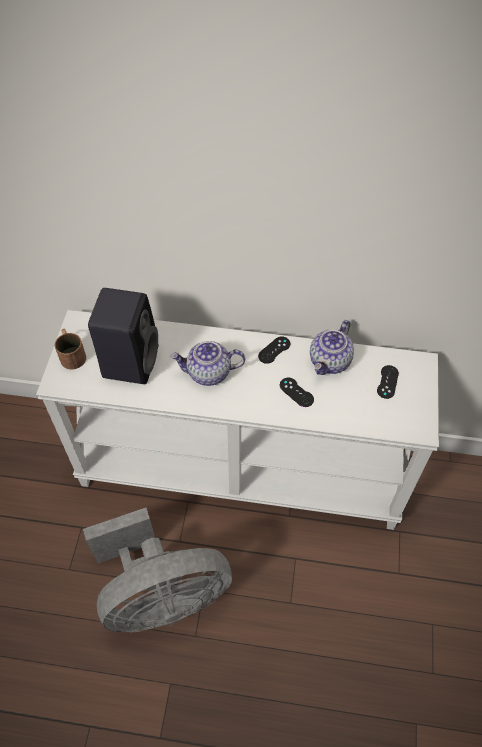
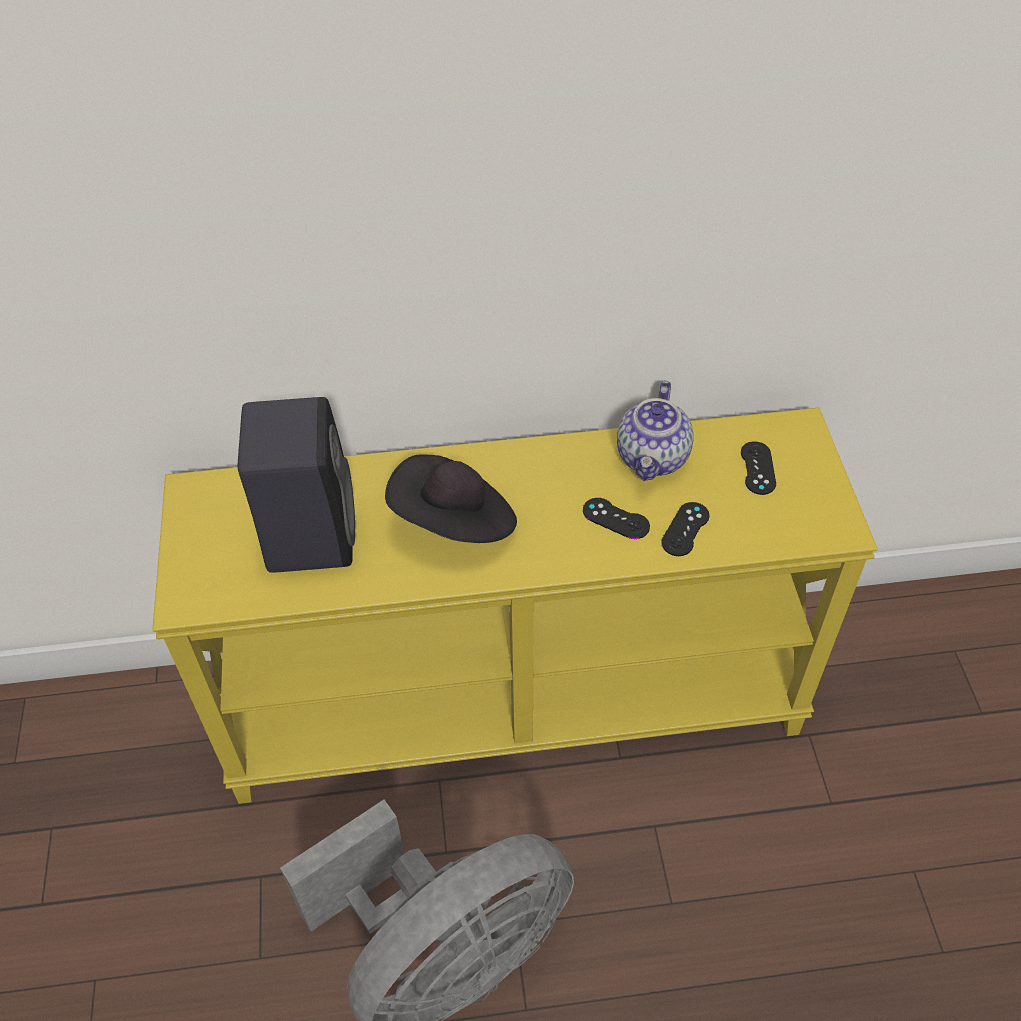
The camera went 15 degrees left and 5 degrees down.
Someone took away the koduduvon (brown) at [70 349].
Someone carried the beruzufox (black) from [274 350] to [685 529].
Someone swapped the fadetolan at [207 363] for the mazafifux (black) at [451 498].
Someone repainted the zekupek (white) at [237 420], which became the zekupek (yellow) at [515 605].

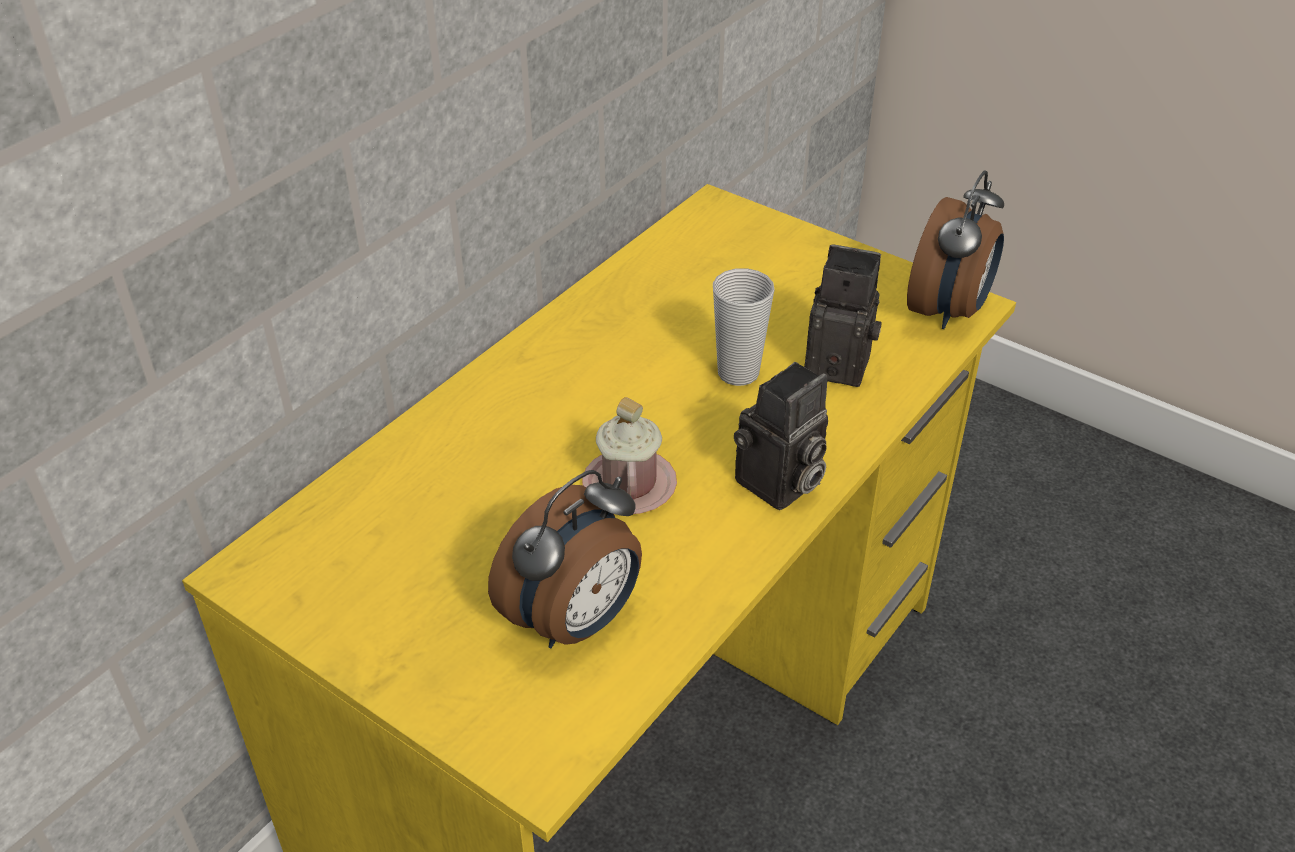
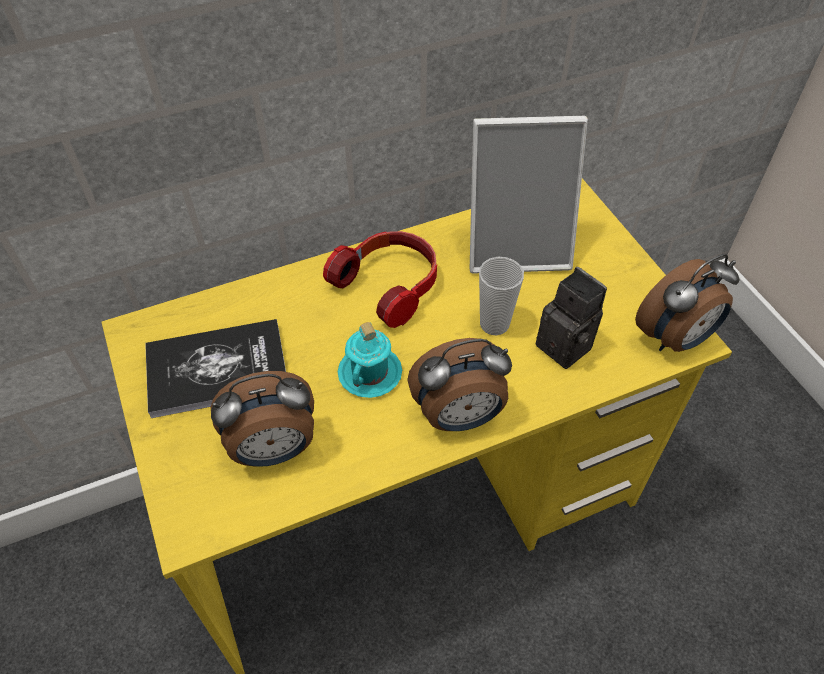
The camera went 30 degrees right and 10 degrees up.
Someone put down the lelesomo at [215 368].
Someone put down the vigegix at [380 279].
Someone put down the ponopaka at [529 195].
Someone swapped the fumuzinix at [781 436] for the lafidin at [459 384].
Someone repainted the koduduvon (pink) at [629 455], which became the koduduvon (turquoise) at [370 360].

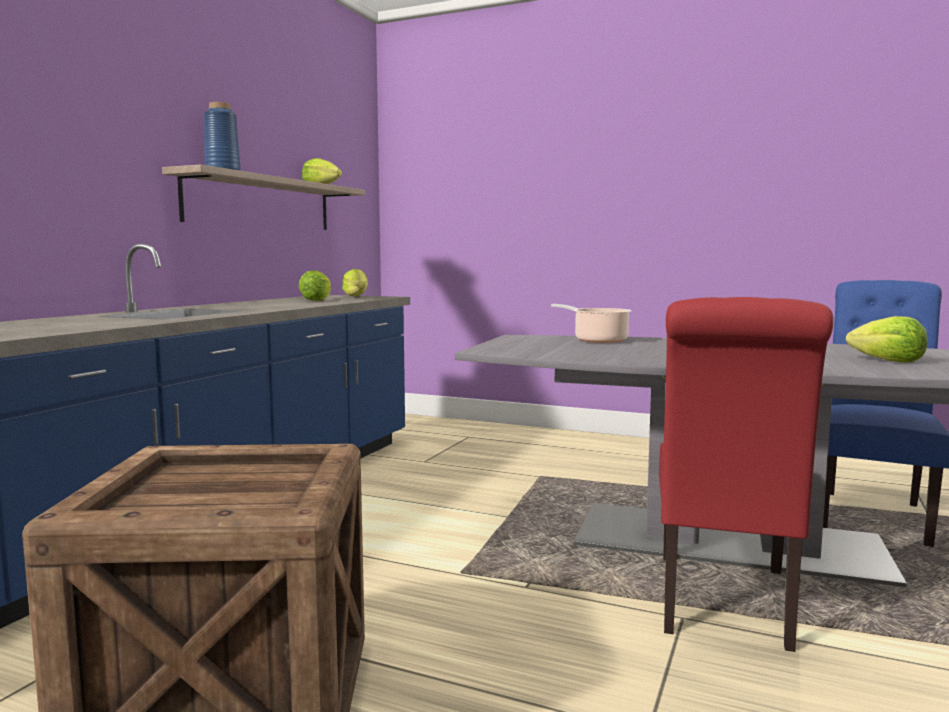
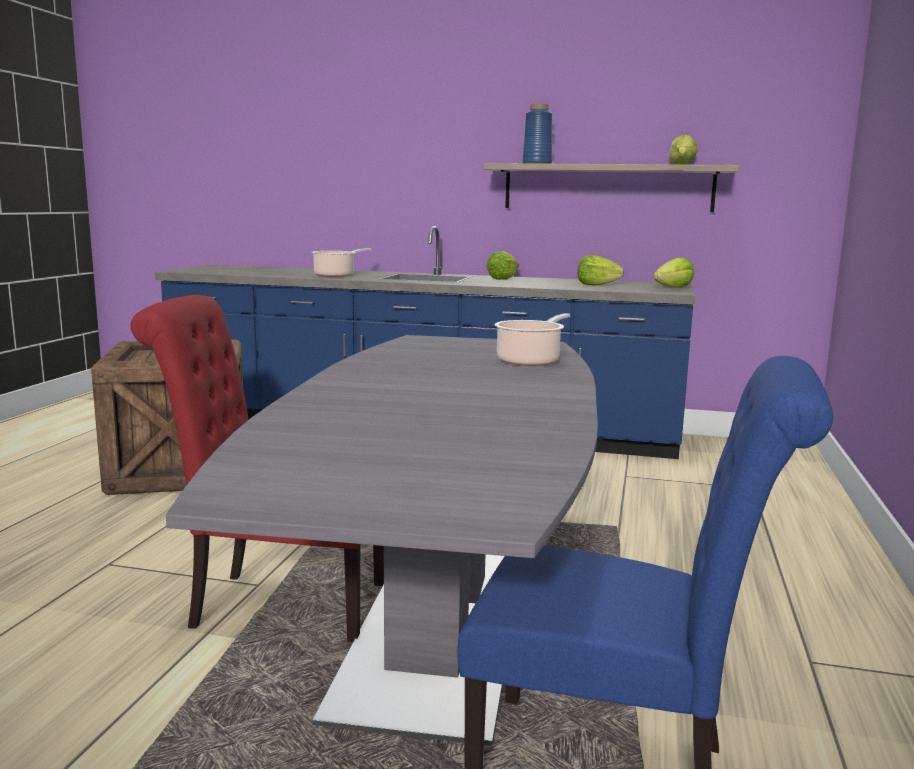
The camera went 80 degrees right and 5 degrees up.
Someone put down the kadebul at [341 262].
Someone carried the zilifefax from [886 339] to [502 265].

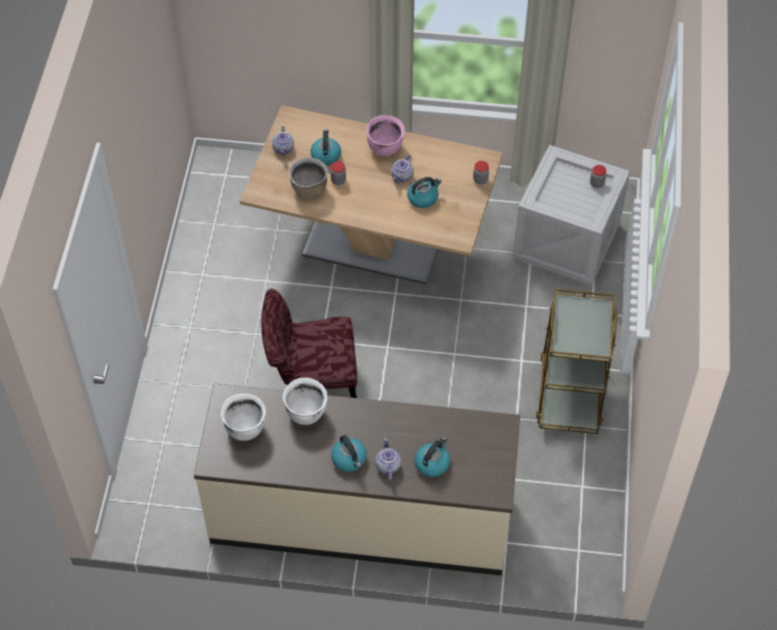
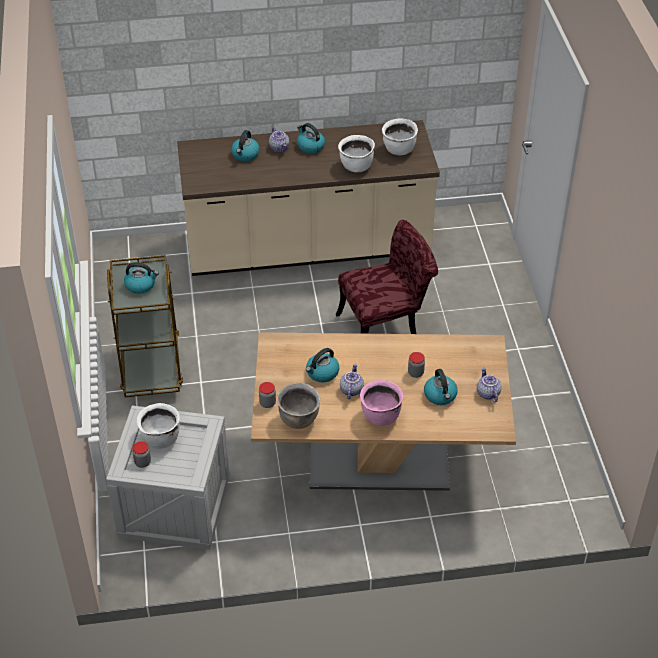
The camera went 165 degrees right and 10 degrees down.
Someone put down the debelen at [141 278].
Someone put down the kadebul (white) at [158 426].
Someone carried the kadebul (brown) from [308 178] to [299 406].

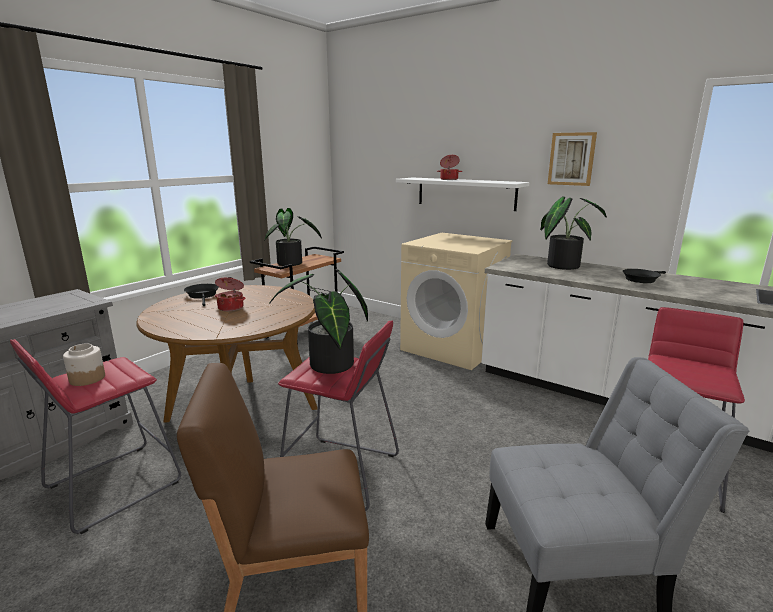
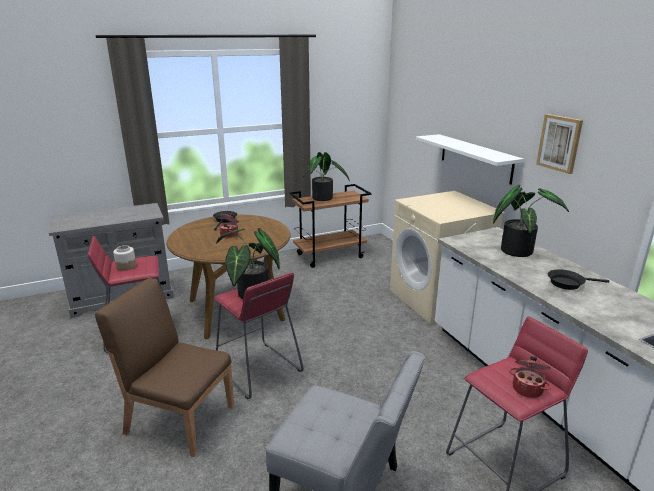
The camera went 30 degrees right and 5 degrees up.
Someone carried the kadebul from [449 167] to [530 377].

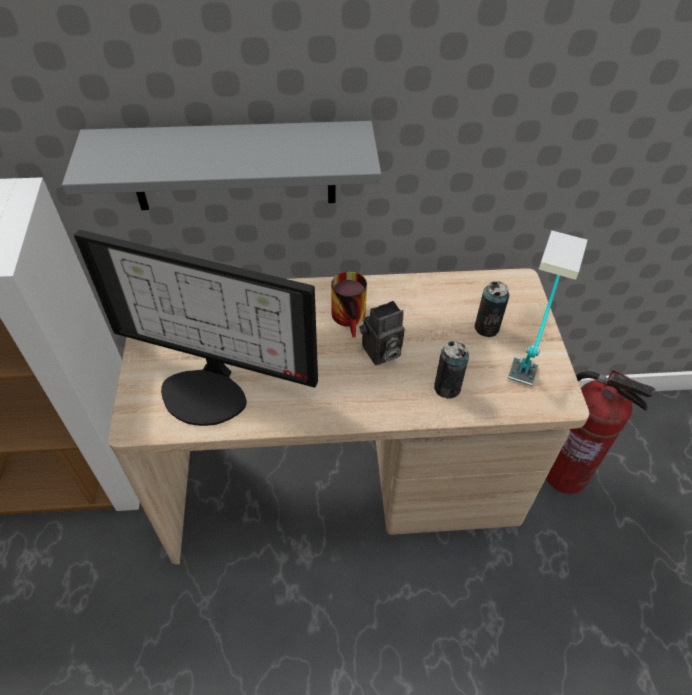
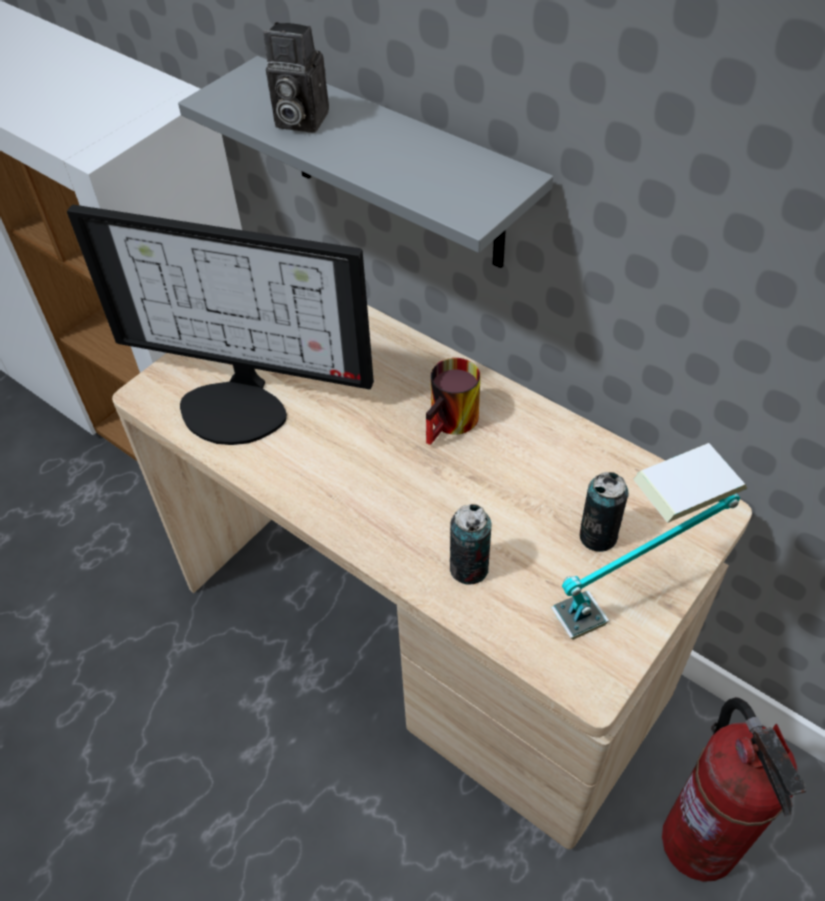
The camera went 45 degrees right and 0 degrees up.
Someone carried the fumuzinix from [382 333] to [296 77].
Someone rotated the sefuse at [196 328] by 45 degrees counterclockwise.

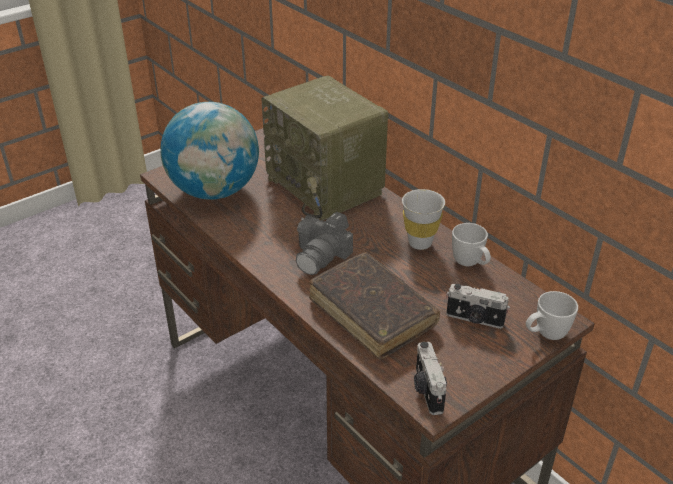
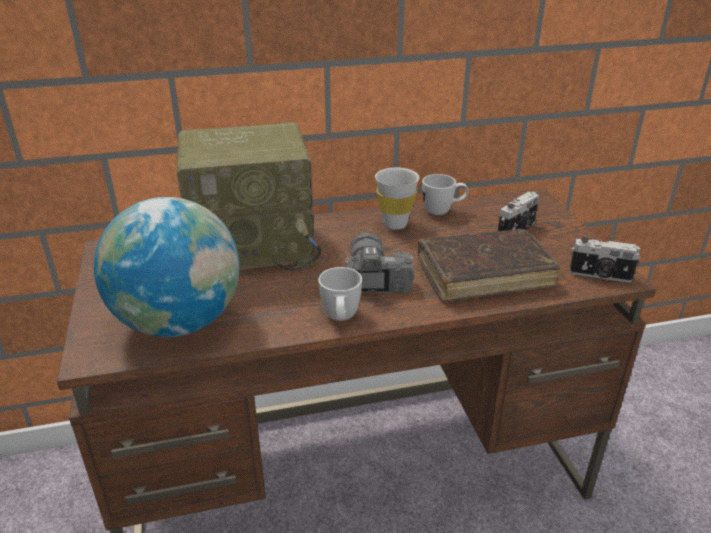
The camera went 65 degrees left and 5 degrees down.
Someone carried the koduduvon (white) from [552 315] to [340 294].
Someone rotated the fumuzinix at [324 243] by 150 degrees counterclockwise.

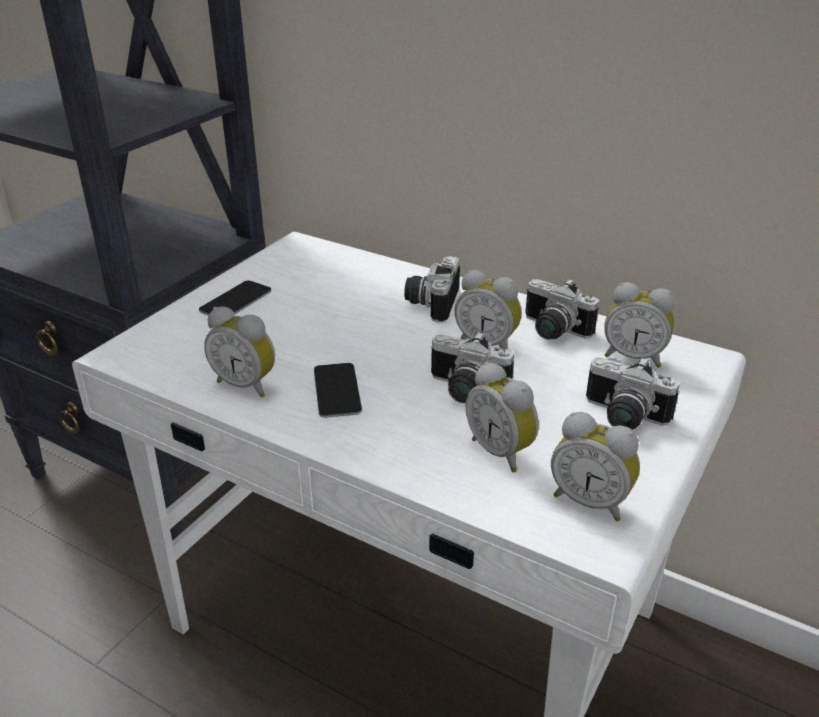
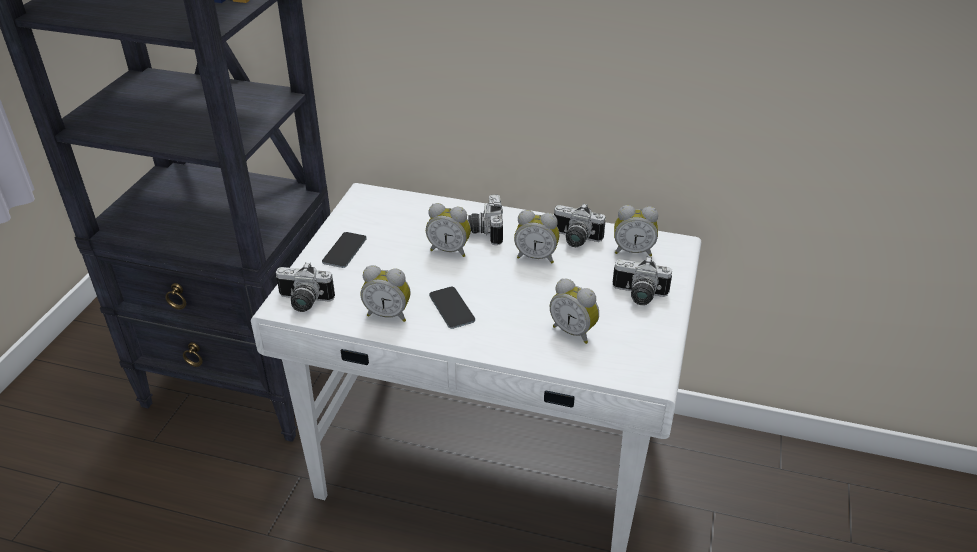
The camera went 15 degrees left and 5 degrees up.
Someone carried the fumuzinix from [472 367] to [305 287].
Someone carried the lafidin from [595 466] to [448 230].

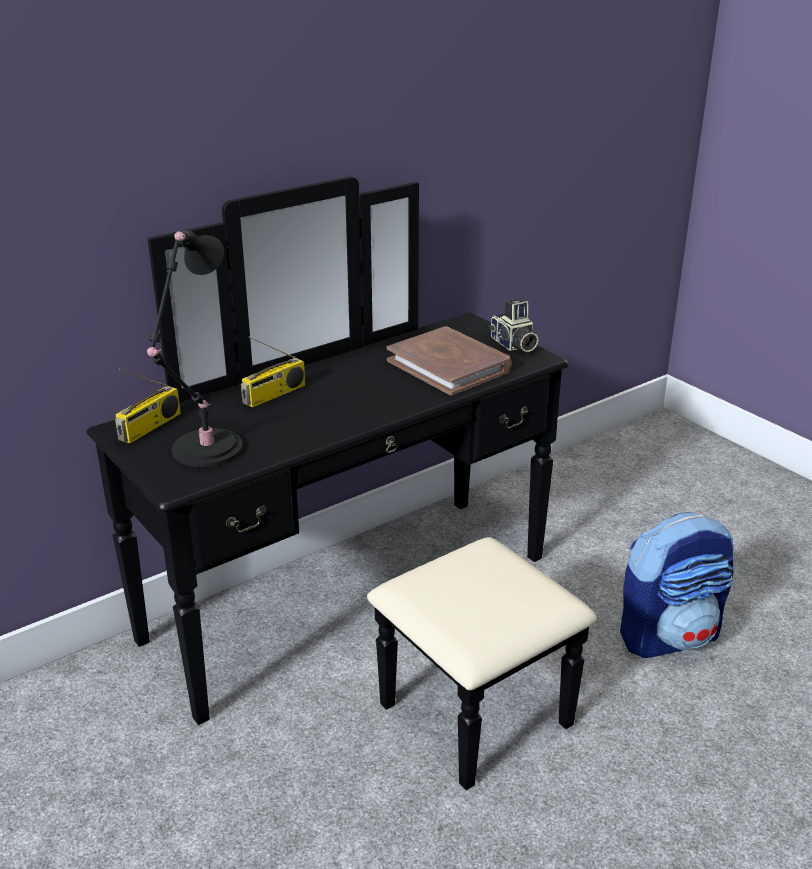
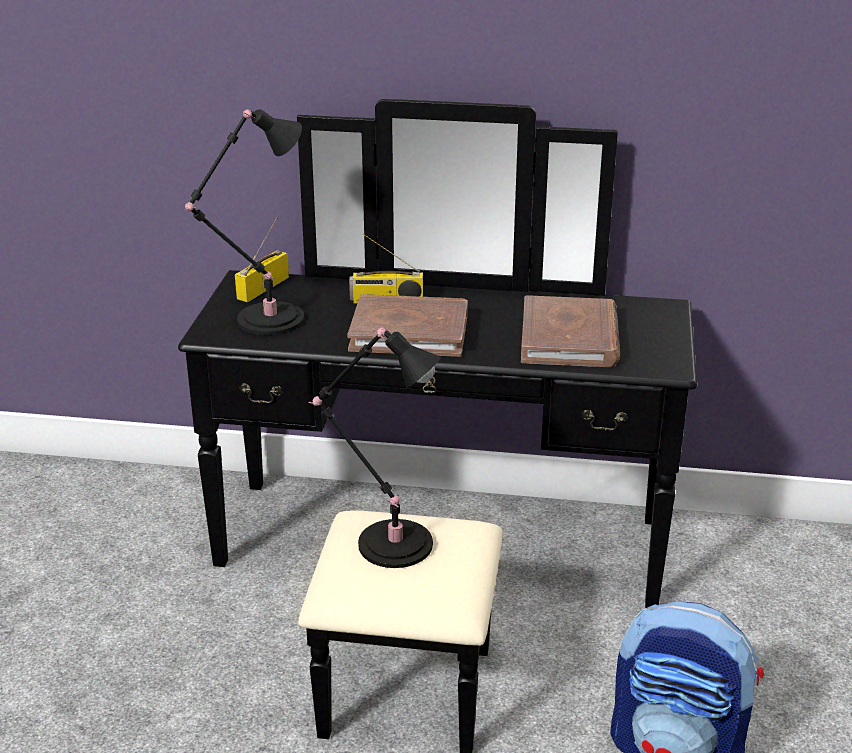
The camera went 45 degrees right and 0 degrees up.
Someone took away the fumuzinix at [514 325].
Someone put down the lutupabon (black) at [375 447].
Someone put down the lelesomo (brown) at [407 325].
Someone rotated the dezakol at [148 406] by 135 degrees clockwise.

